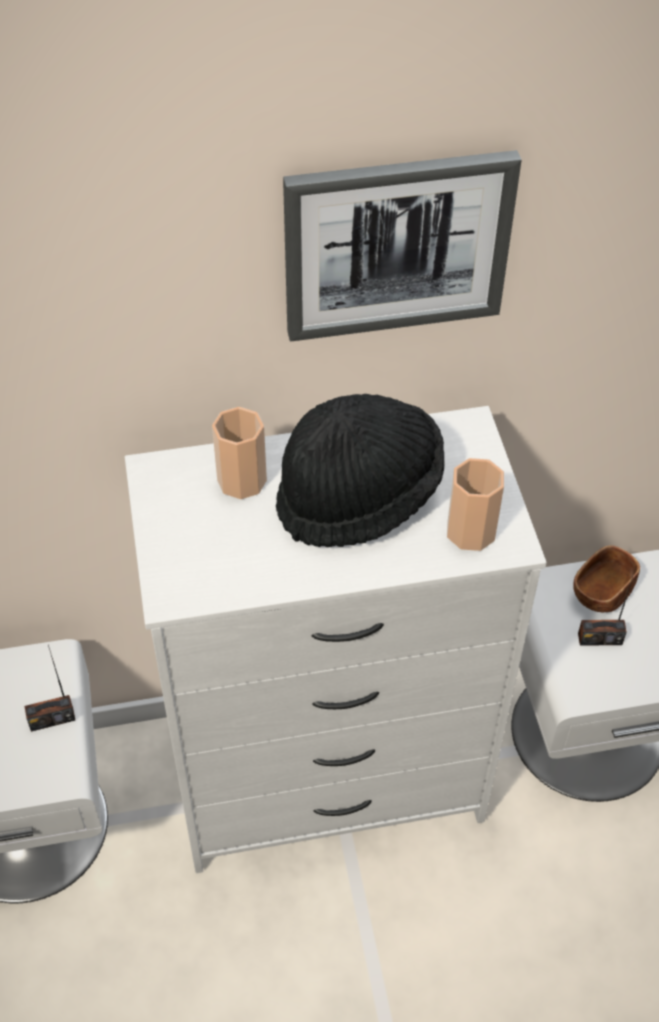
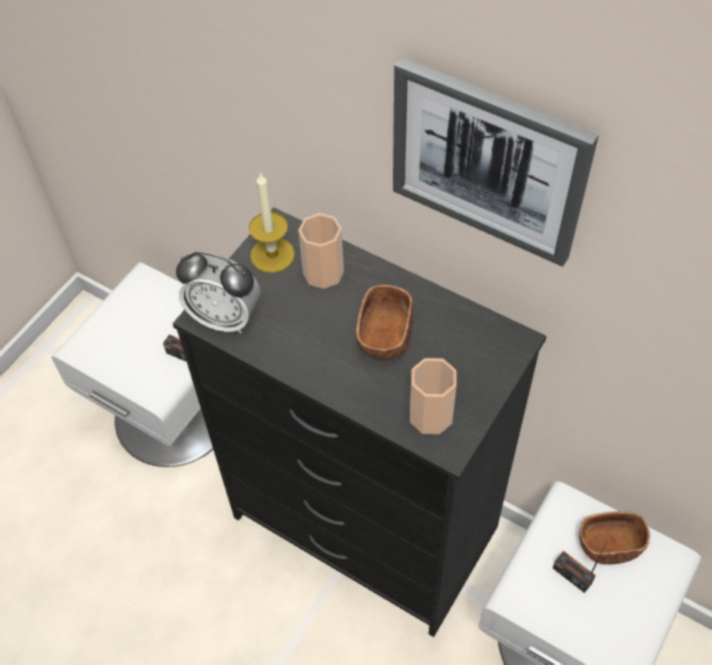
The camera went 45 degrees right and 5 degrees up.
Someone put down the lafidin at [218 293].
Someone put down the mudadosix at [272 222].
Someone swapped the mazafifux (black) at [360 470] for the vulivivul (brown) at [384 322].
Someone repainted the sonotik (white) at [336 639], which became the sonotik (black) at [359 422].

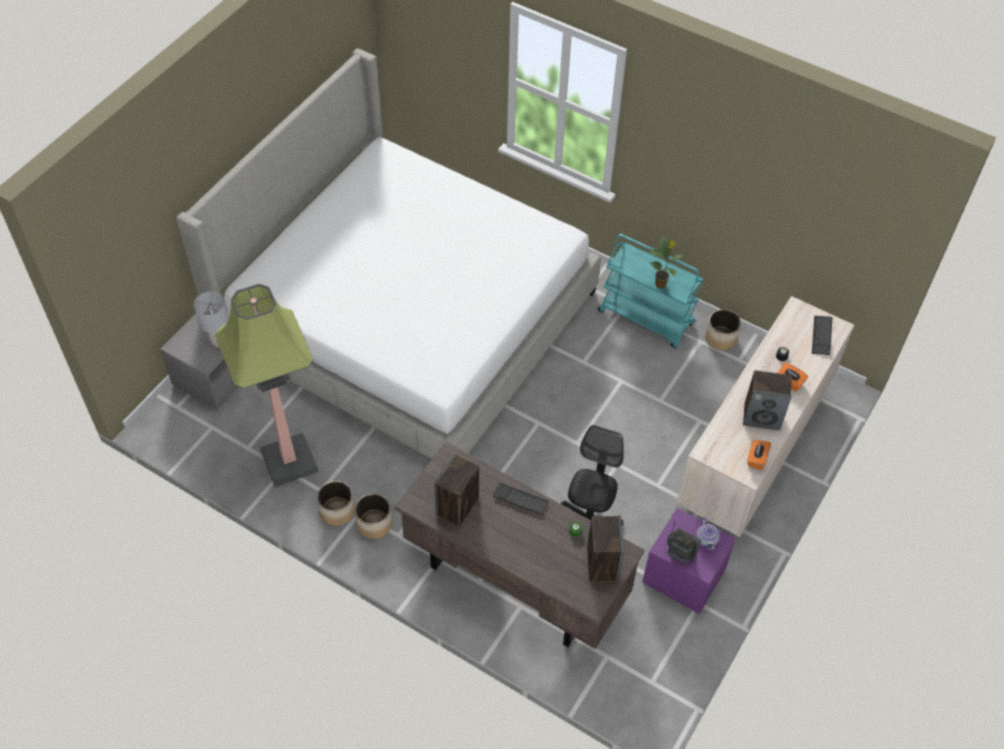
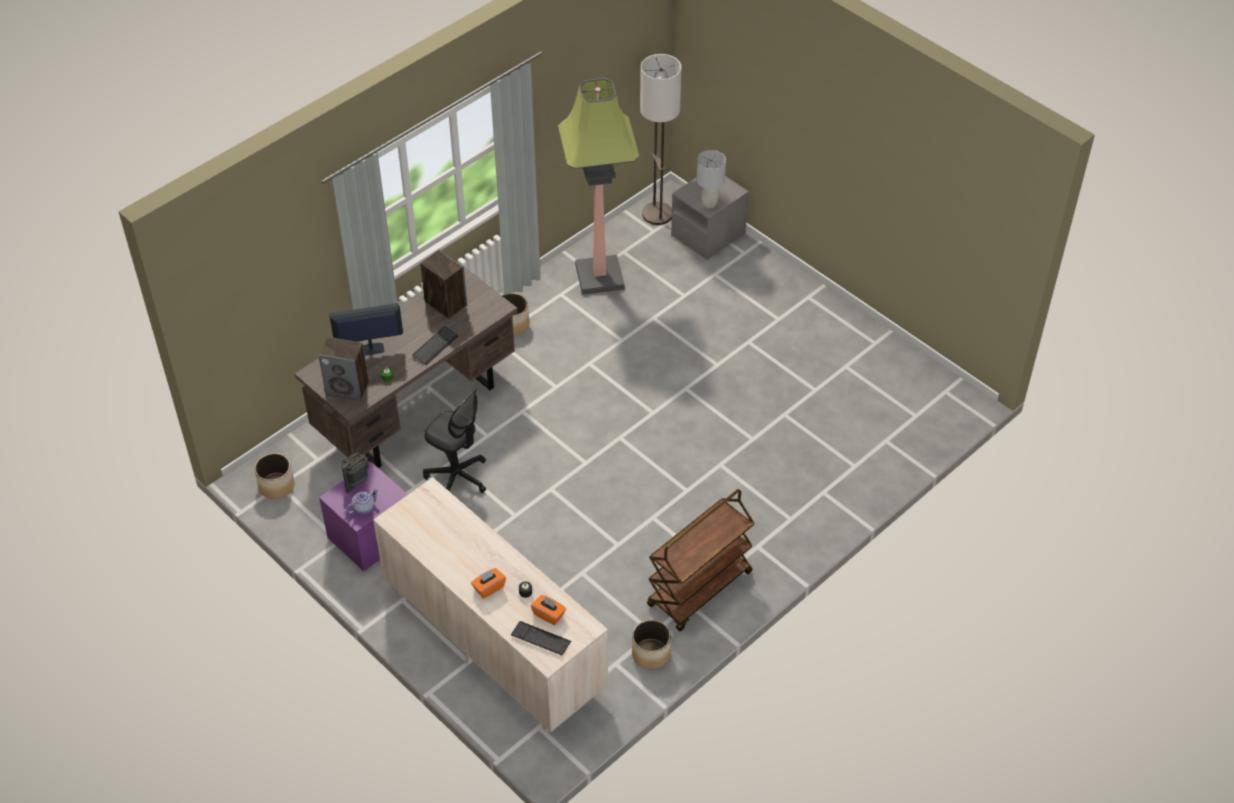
The camera went 105 degrees right and 5 degrees down.
Someone took away the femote at [388 253].
Someone took away the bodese at [667 262].
Someone took away the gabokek at [767 400].
Someone put down the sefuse at [366 329].
Someone put down the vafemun at [661 139].
Someone carried the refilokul from [336 503] to [274 476].
Someone carried the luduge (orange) from [759 455] to [548 610].
Someone repainted the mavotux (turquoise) at [650 291], which became the mavotux (brown) at [701 560].
Someone rotated the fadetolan at [707 533] by 135 degrees clockwise.

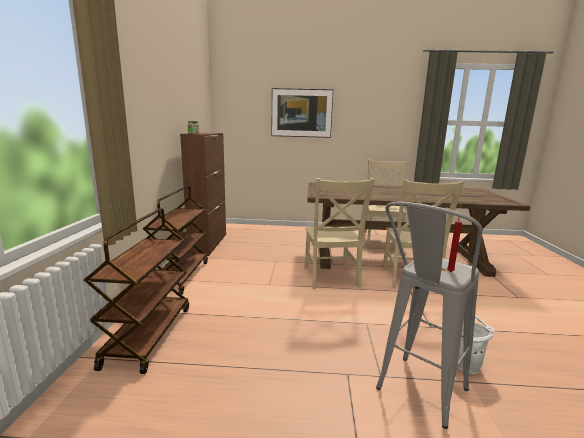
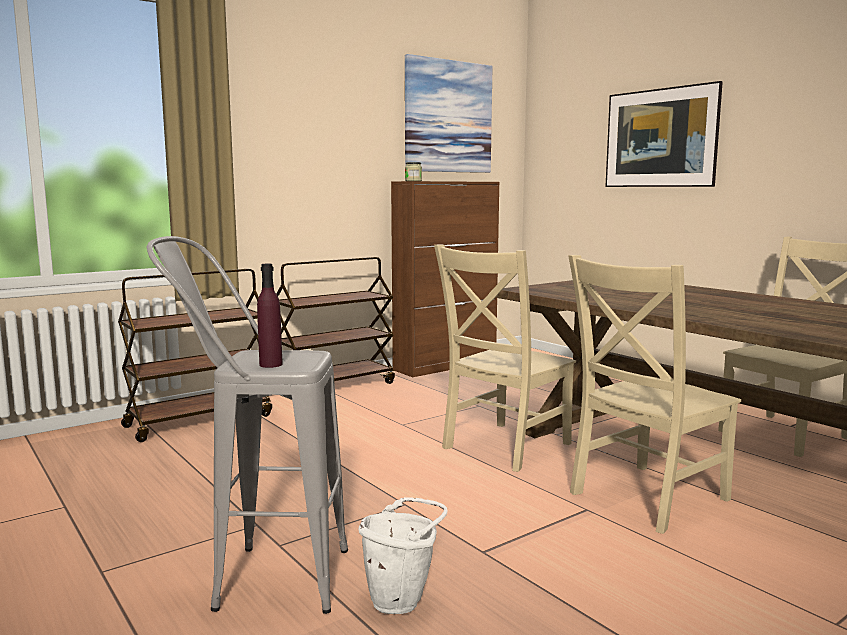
The camera went 50 degrees right and 5 degrees down.
Someone put up the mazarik at [449 113].
Someone swapped the mudadosix (red) at [454 244] for the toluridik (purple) at [270 316].

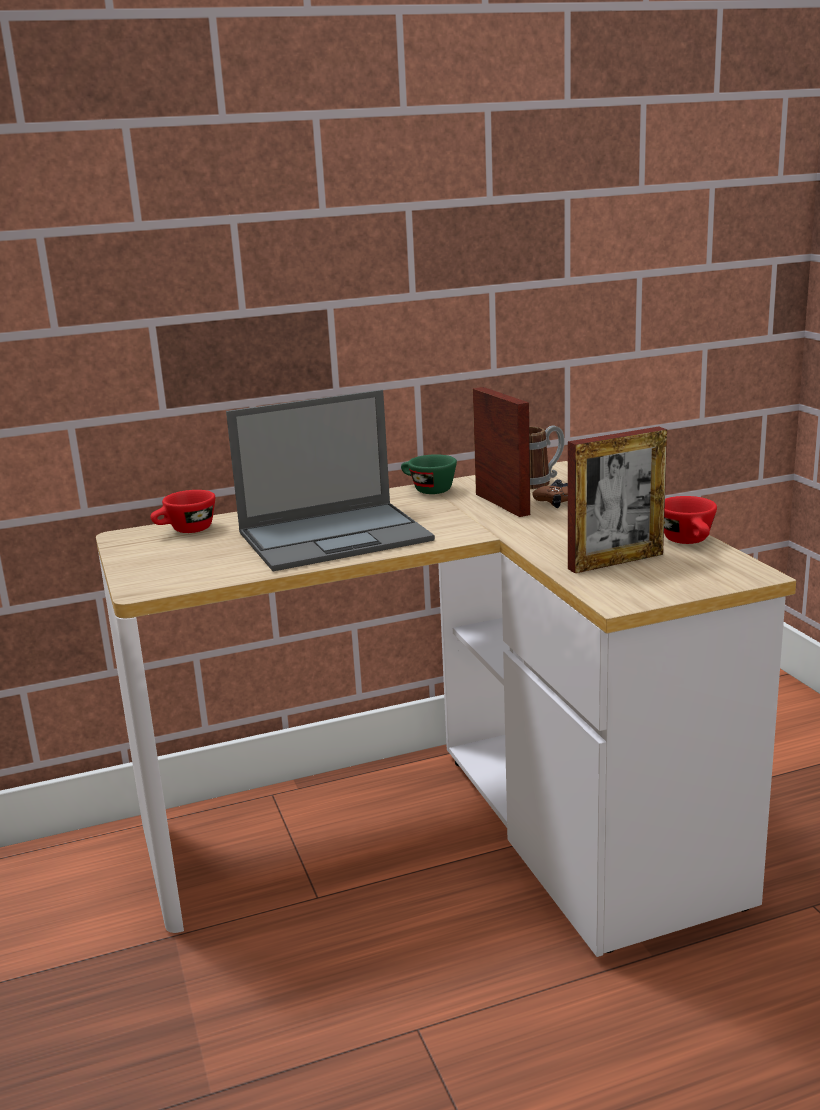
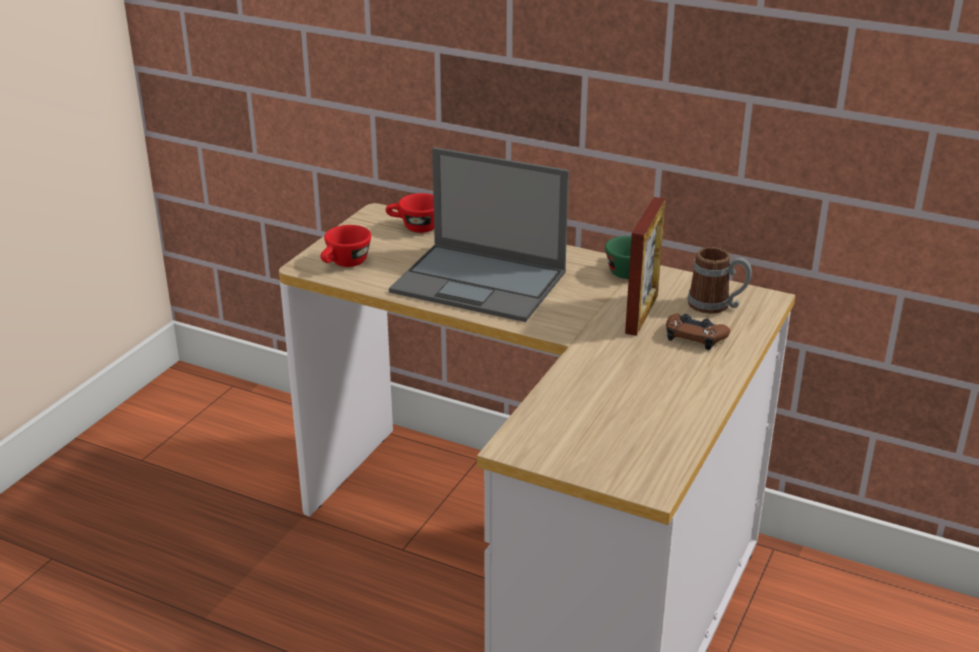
The camera went 45 degrees right and 10 degrees up.
Someone took away the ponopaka at [617 500].
Someone carried the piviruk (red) from [690 520] to [346 246].

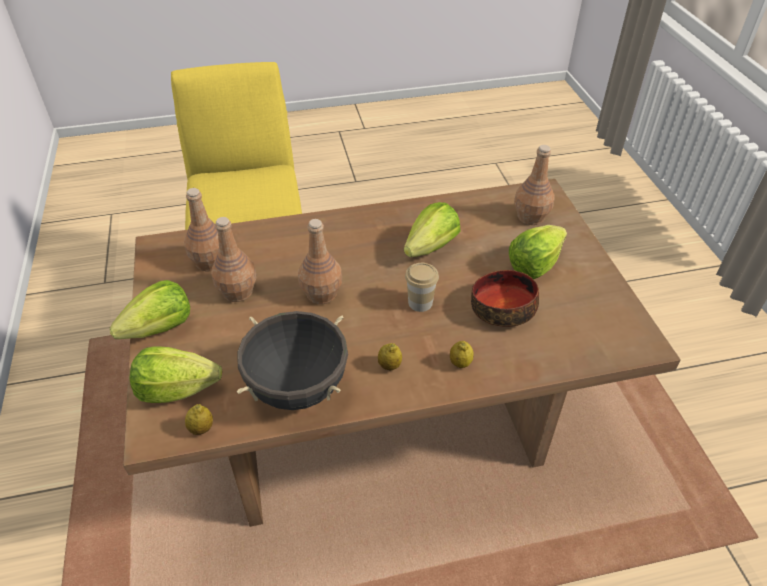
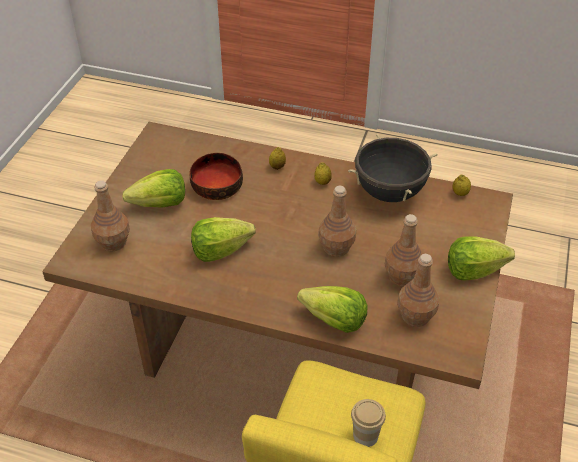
The camera went 150 degrees left and 0 degrees up.
Someone carried the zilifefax from [175 374] to [332 309].
Someone carried the piviruk from [422 287] to [368 423].

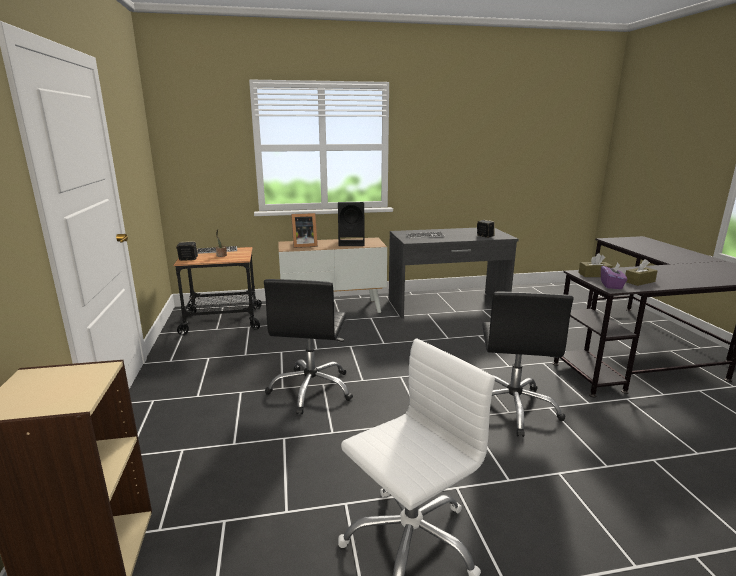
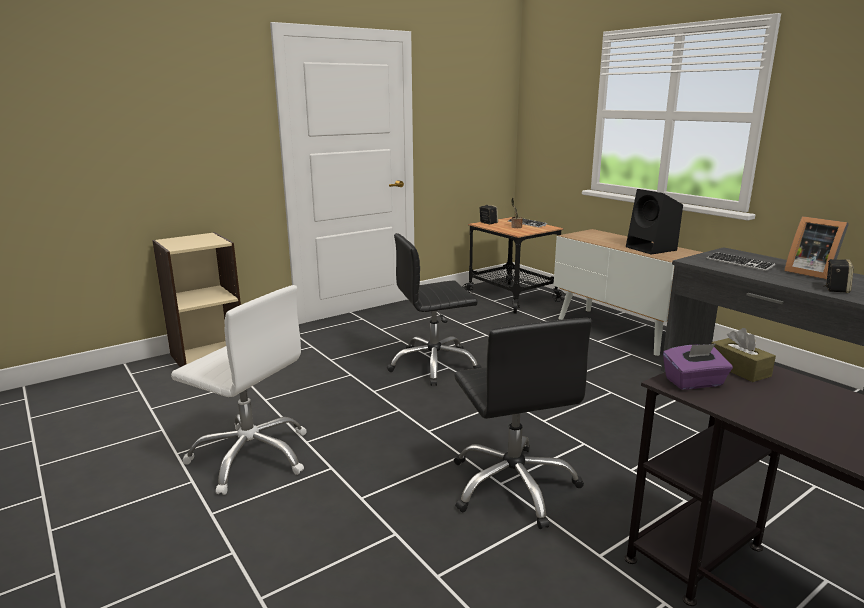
The camera went 65 degrees right and 0 degrees up.
Someone took away the luduge (brown) at [641 272].
Someone carried the ponopaka from [304 230] to [816 248].
Someone rotated the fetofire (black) at [527 364] by 90 degrees counterclockwise.

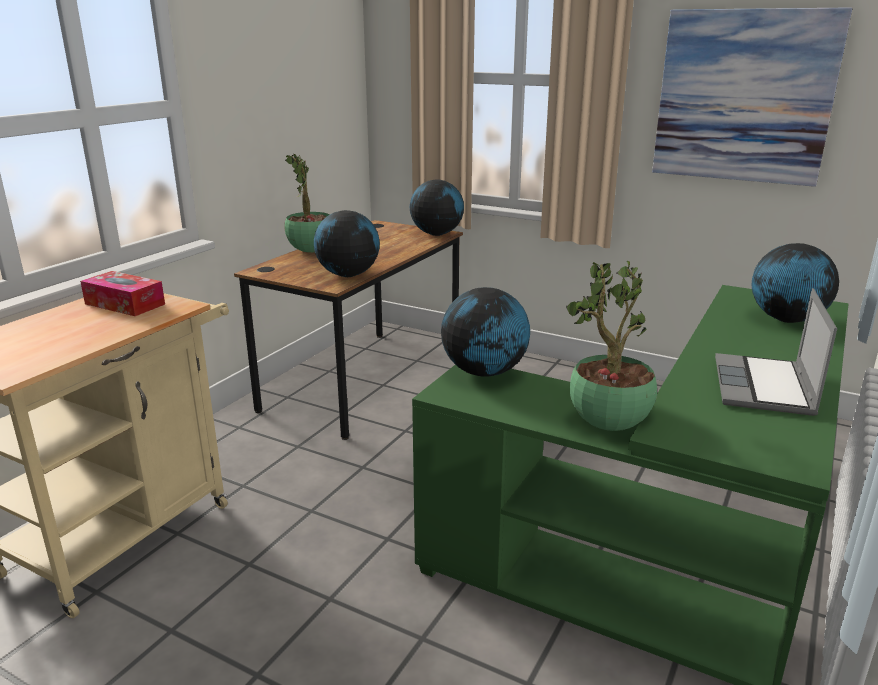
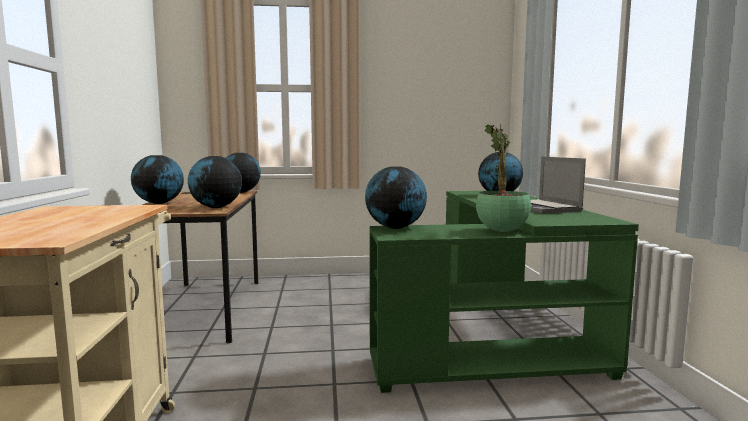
The camera went 35 degrees left and 15 degrees down.
Someone took away the luduge at [122 293].
Someone took away the mazarik at [752 97].
Someone swapped the bodese at [307 203] for the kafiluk at [157 179].

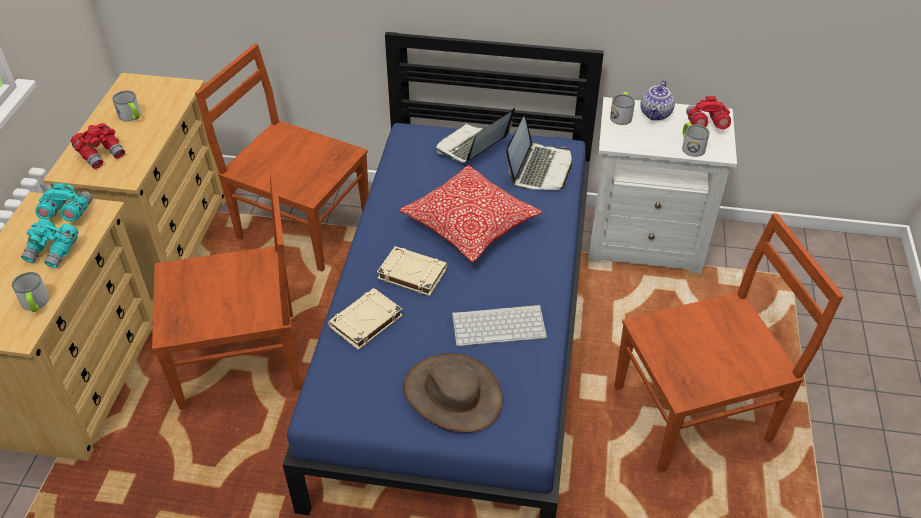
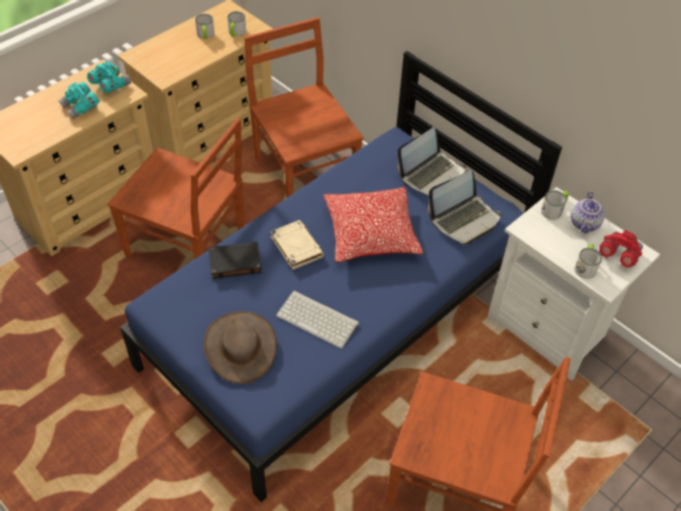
The camera went 35 degrees right and 5 degrees up.
Someone took away the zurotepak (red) at [98 146].
Someone carried the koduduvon from [30 292] to [236 23].
Someone repainted the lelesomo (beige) at [365 319], which became the lelesomo (black) at [235 260].
Someone rotated the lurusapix at [475 135] by 150 degrees clockwise.
Someone rotated the fadetolan at [657 100] by 45 degrees counterclockwise.

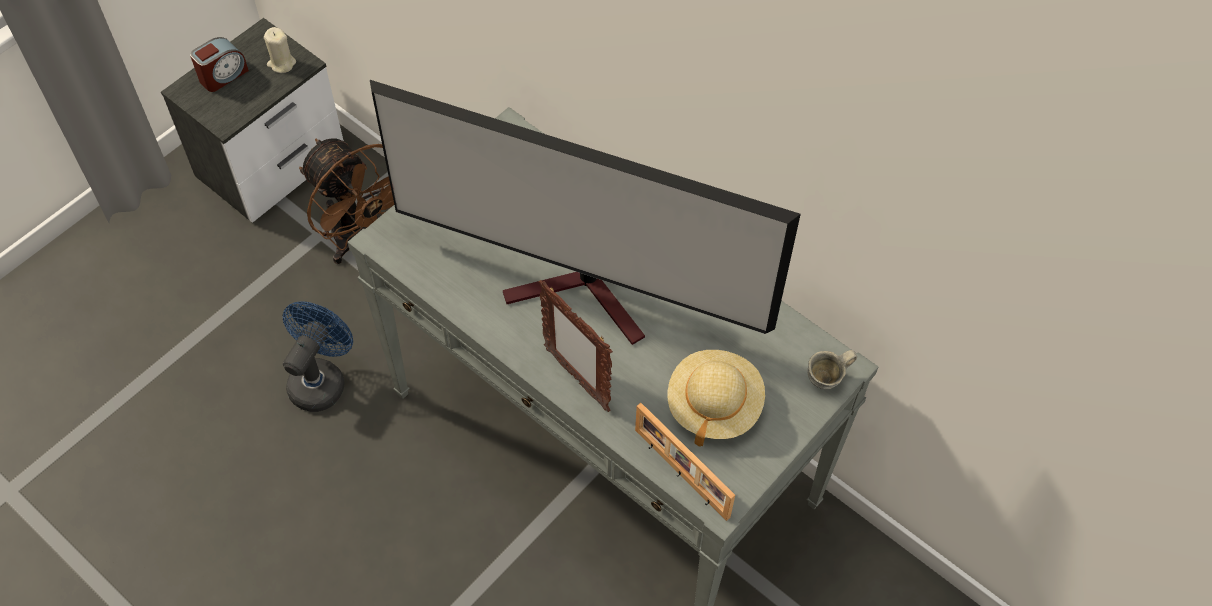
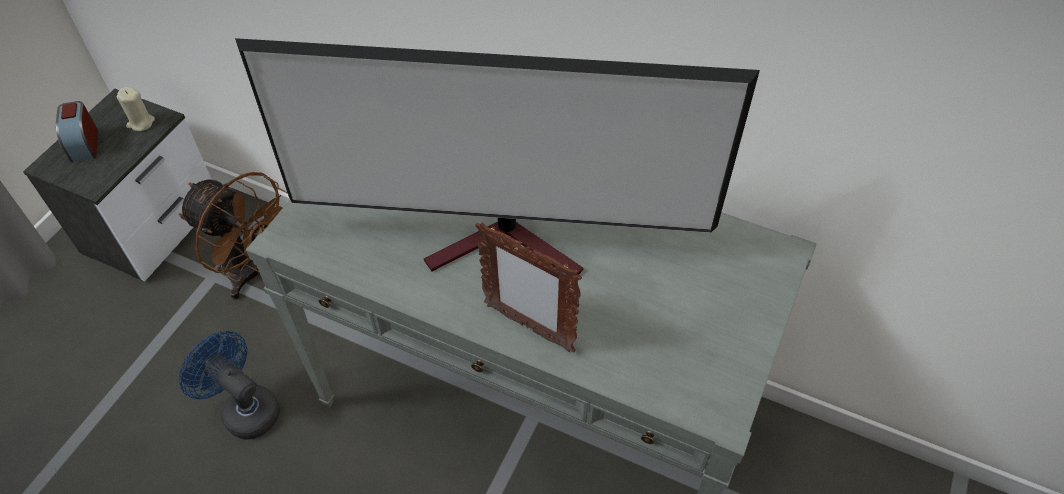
The camera went 15 degrees left and 5 degrees down.
Someone took away the ponopaka at [685 462].
Someone took away the mazafifux (beige) at [716 398].
Someone took away the koduduvon (grey) at [832 369].
Someone rotated the lafidin at [219 64] by 135 degrees clockwise.
Someone rotated the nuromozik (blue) at [318 357] by 60 degrees counterclockwise.

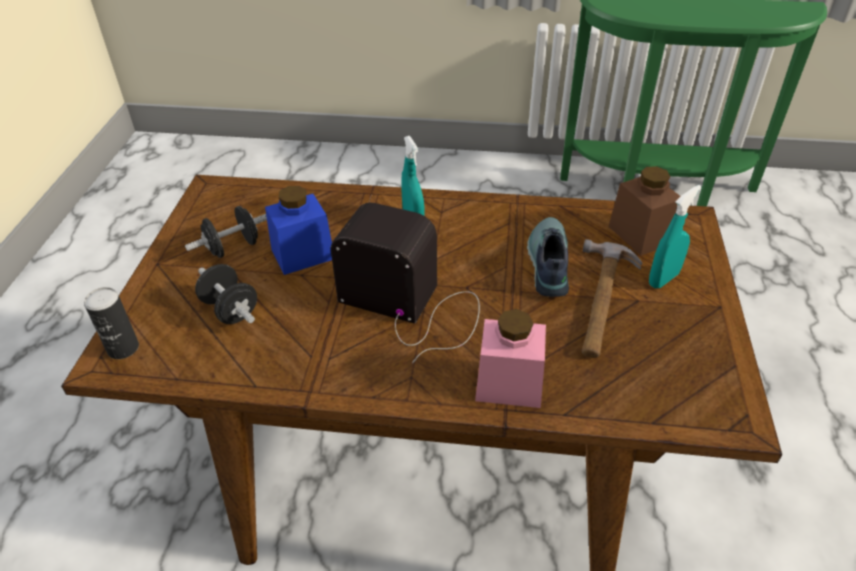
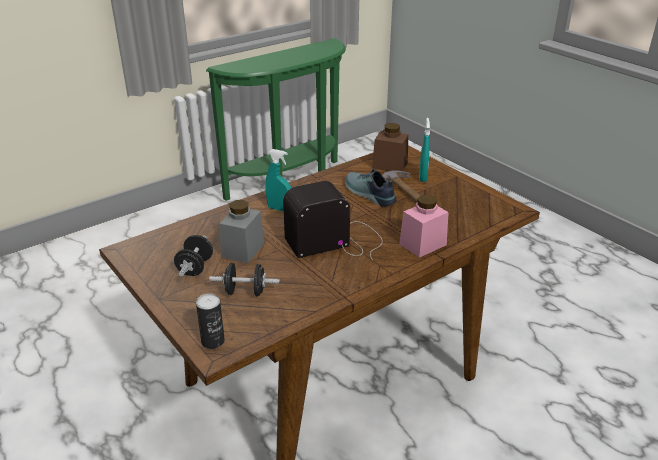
The camera went 45 degrees left and 10 degrees down.
Someone repainted the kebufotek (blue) at [298 230], which became the kebufotek (grey) at [241 231].

